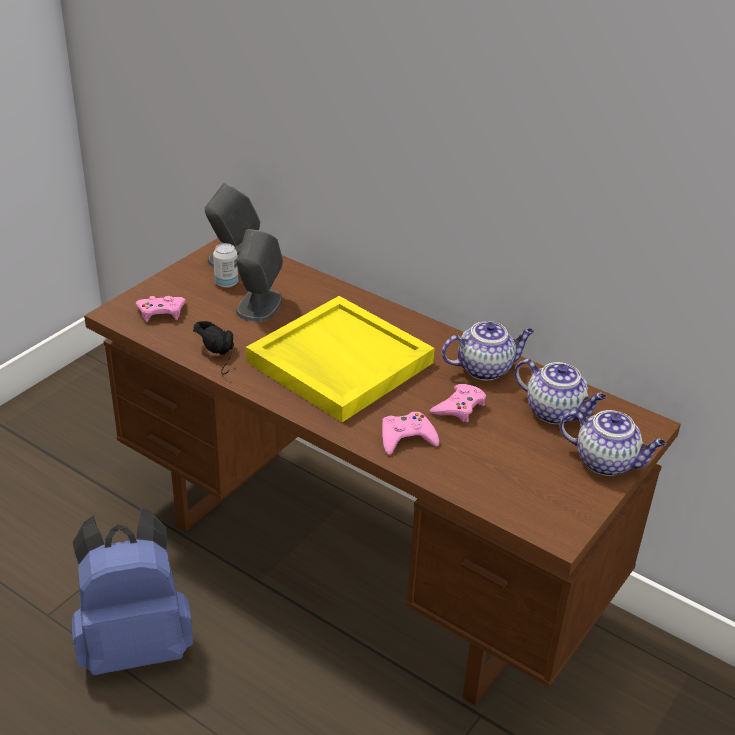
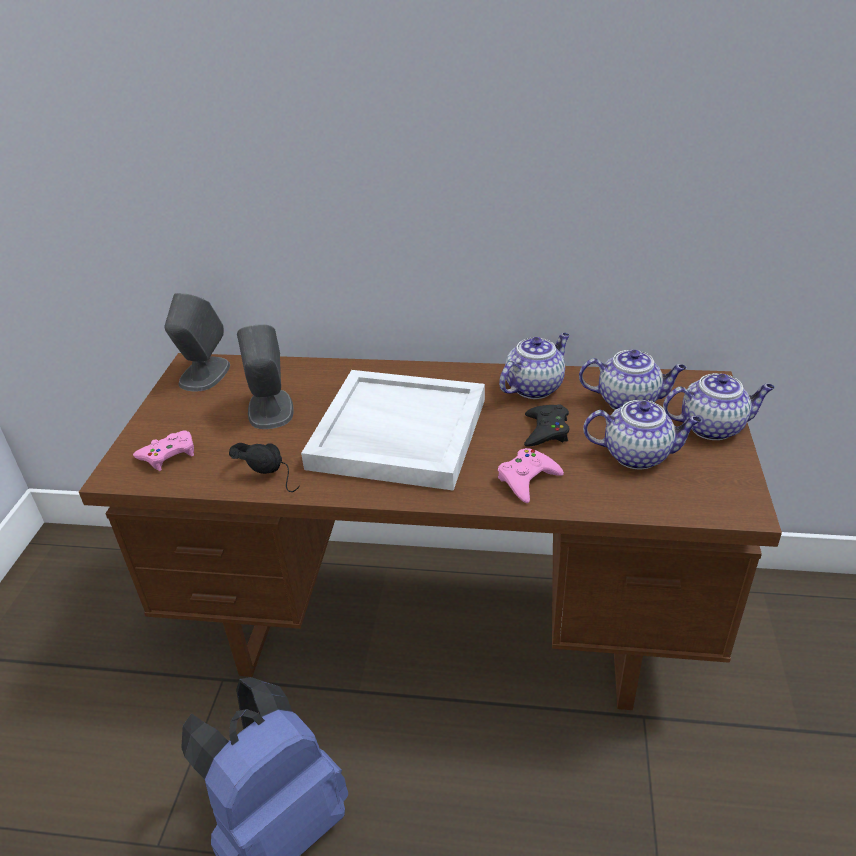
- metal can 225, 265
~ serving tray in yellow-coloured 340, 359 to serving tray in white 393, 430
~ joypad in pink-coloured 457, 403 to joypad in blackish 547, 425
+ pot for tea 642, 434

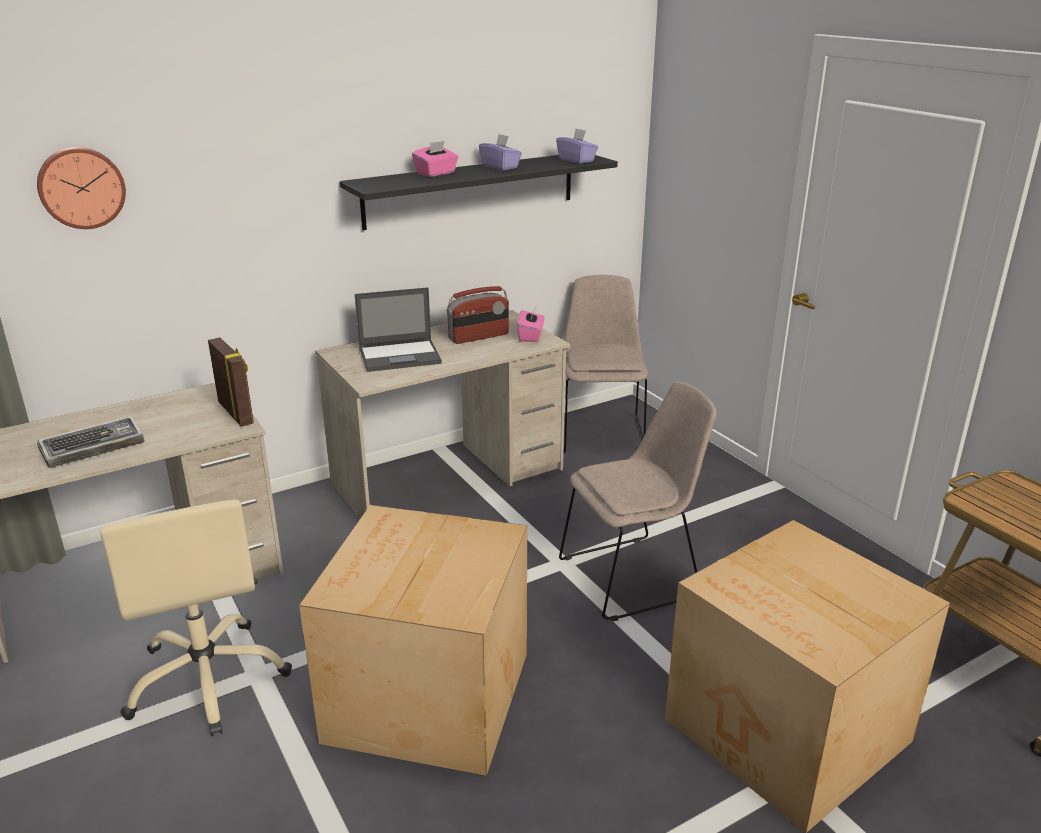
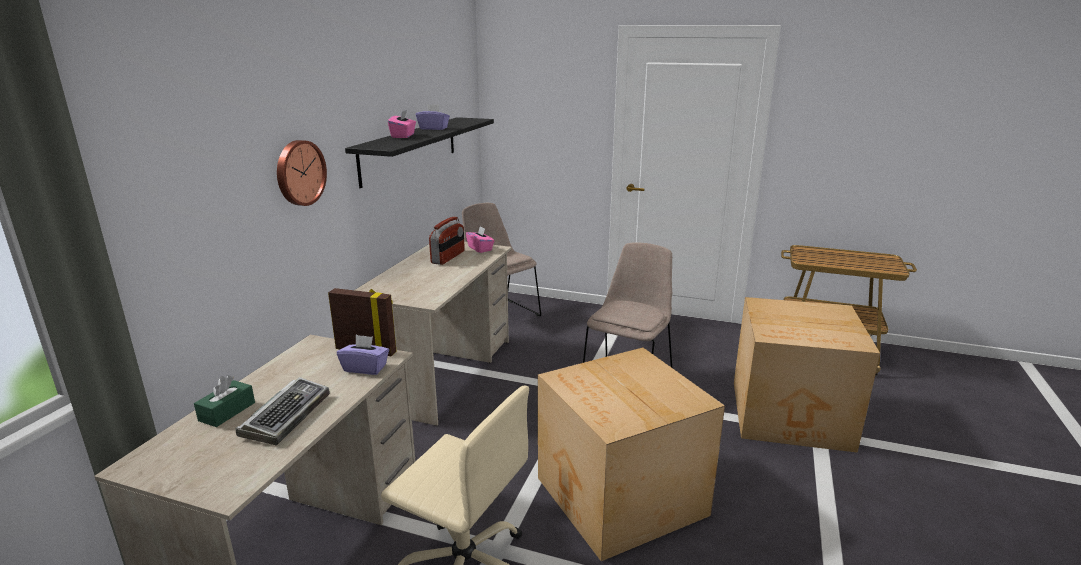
~ wall clock 81, 188 to 302, 173
- portable computer 398, 329
~ tissue box in purple 577, 146 to 363, 355
+ tissue box in green-coloured 224, 401

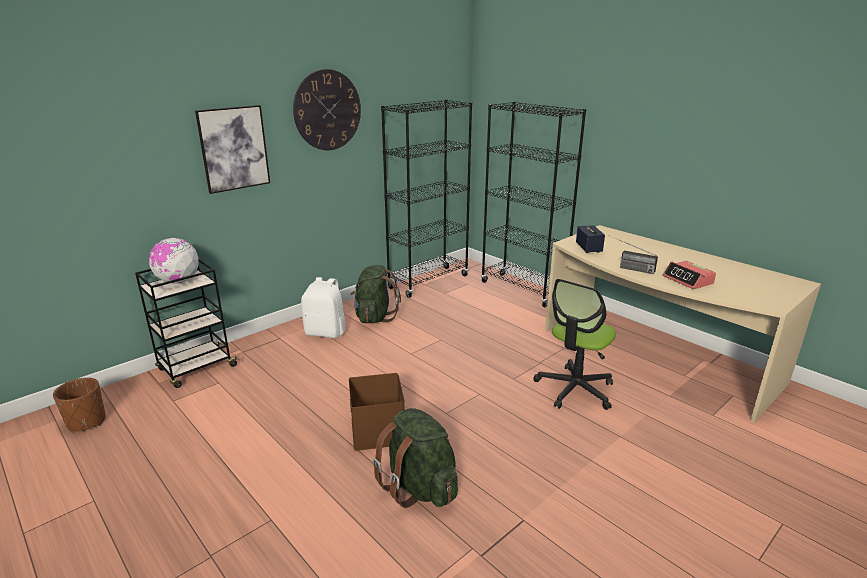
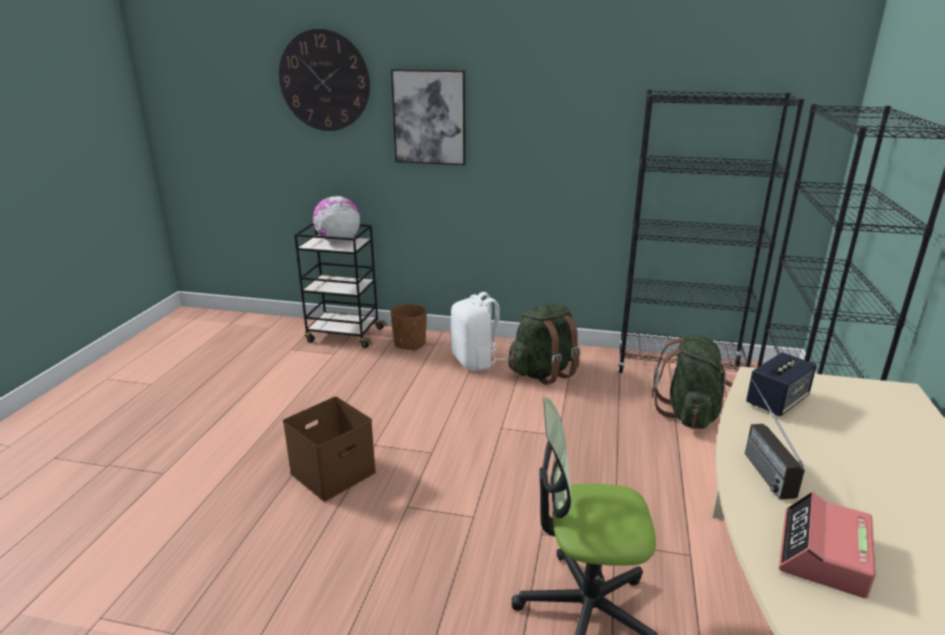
~ flower pot in brown-coloured 79, 405 to 408, 327
~ wall clock 327, 109 to 324, 80
~ knapsack in green-coloured 415, 458 to 692, 382

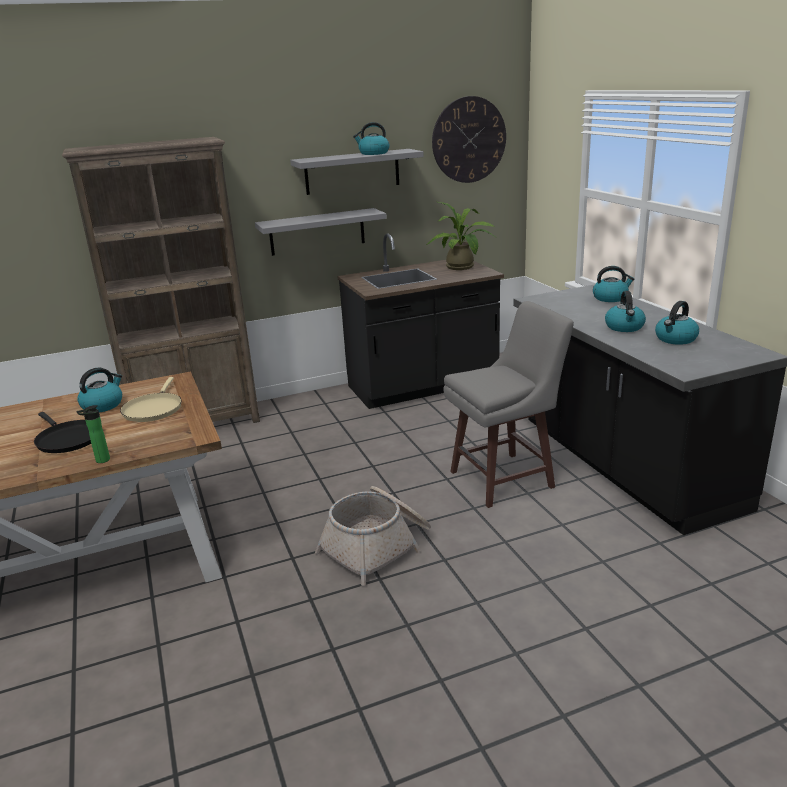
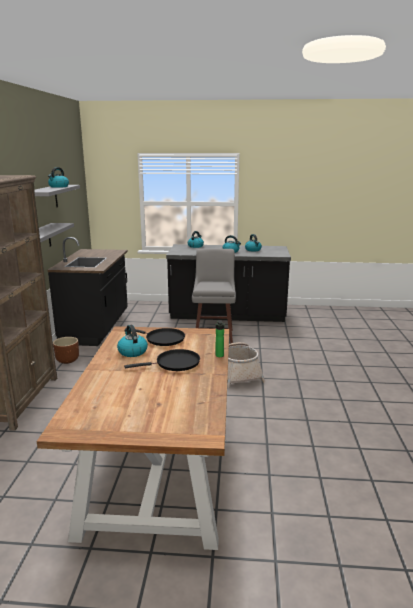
~ pan in sand-coloured 151, 399 to pan in blackish 155, 337
- houseplant 460, 236
- wall clock 469, 139
+ flower pot in brown-coloured 66, 350

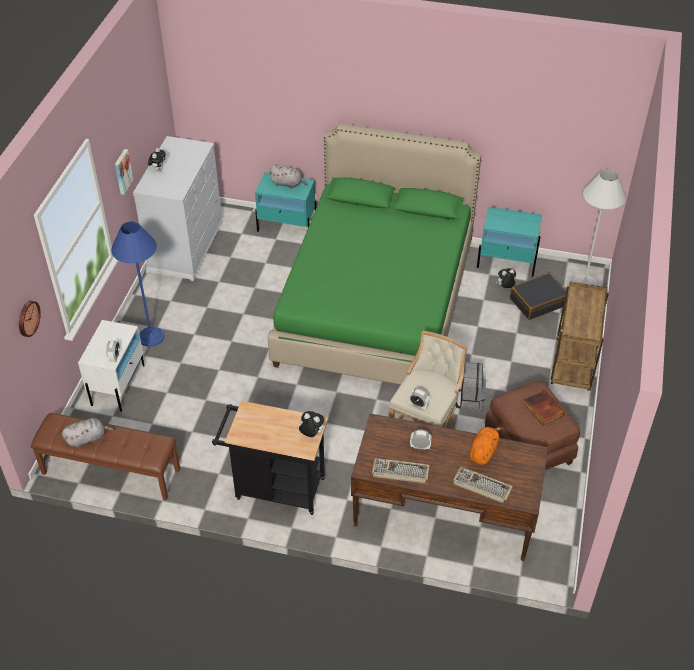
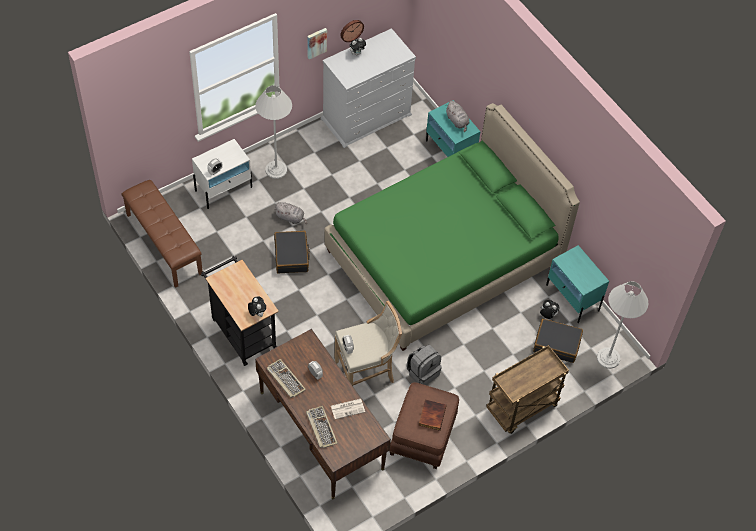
~ wall clock 30, 319 to 352, 31
~ plush toy in grey 88, 433 to 290, 213
~ floor lamp in blue-coloured 138, 284 to floor lamp in white 273, 132
~ plush toy in orange-coloured 485, 446 to printed paper 348, 409
+ suitcase in blackish 292, 252

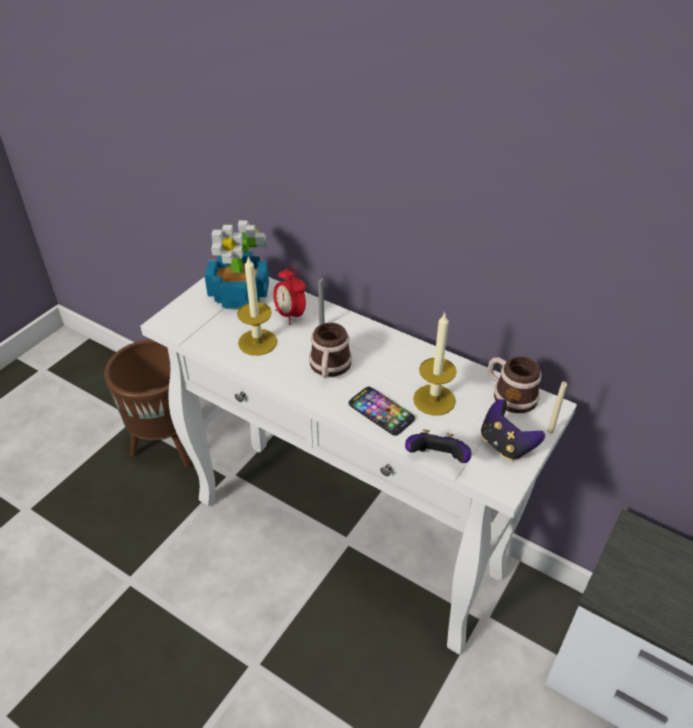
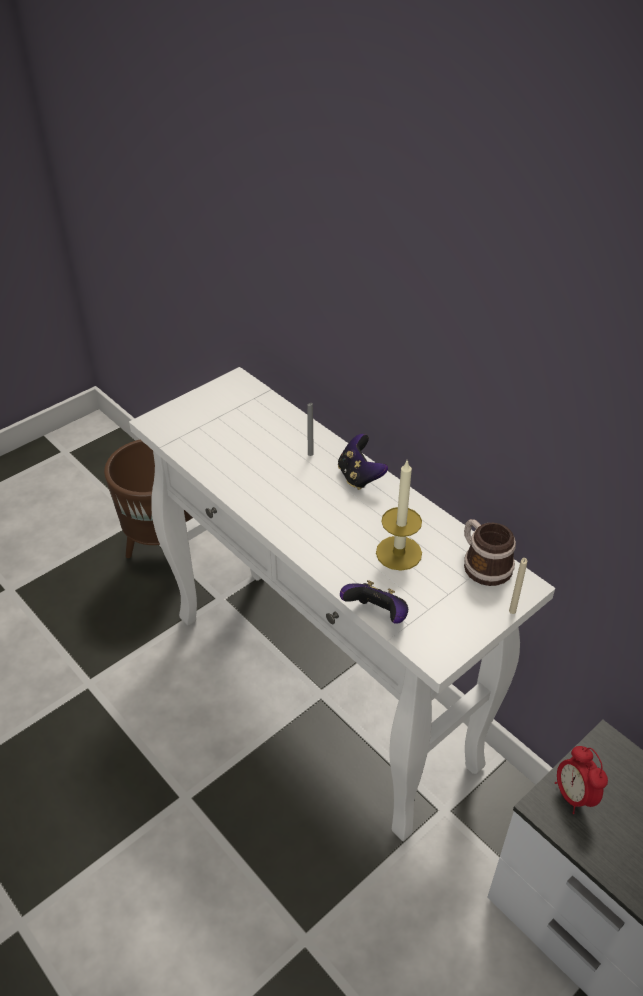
- houseplant 236, 264
- candle 257, 306
~ alarm clock 289, 295 to 581, 780
- coffee mug 330, 350
- handset 382, 411
~ joypad 513, 430 to 363, 462

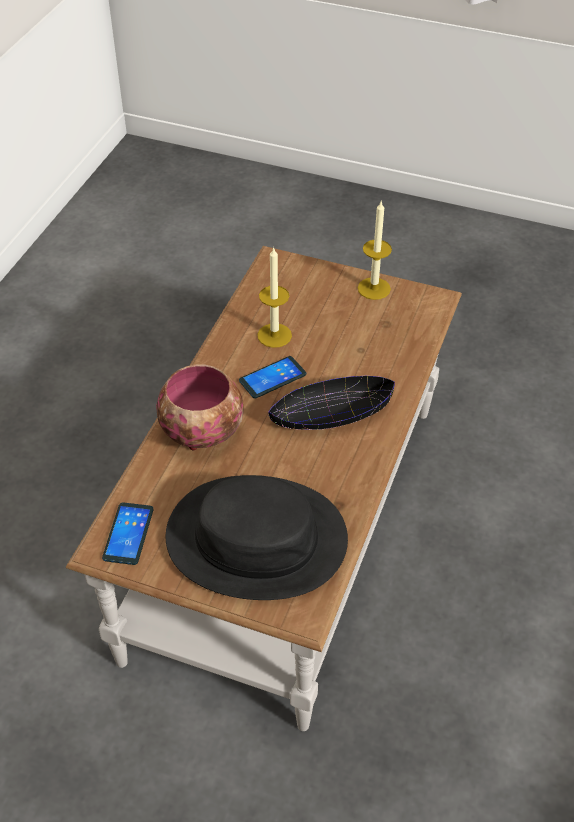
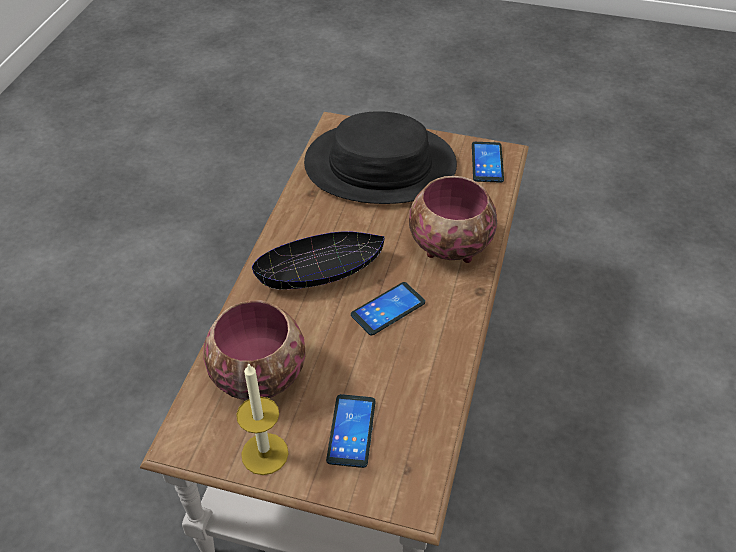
- candle 274, 297
+ deep dish 254, 350
+ handset 351, 431

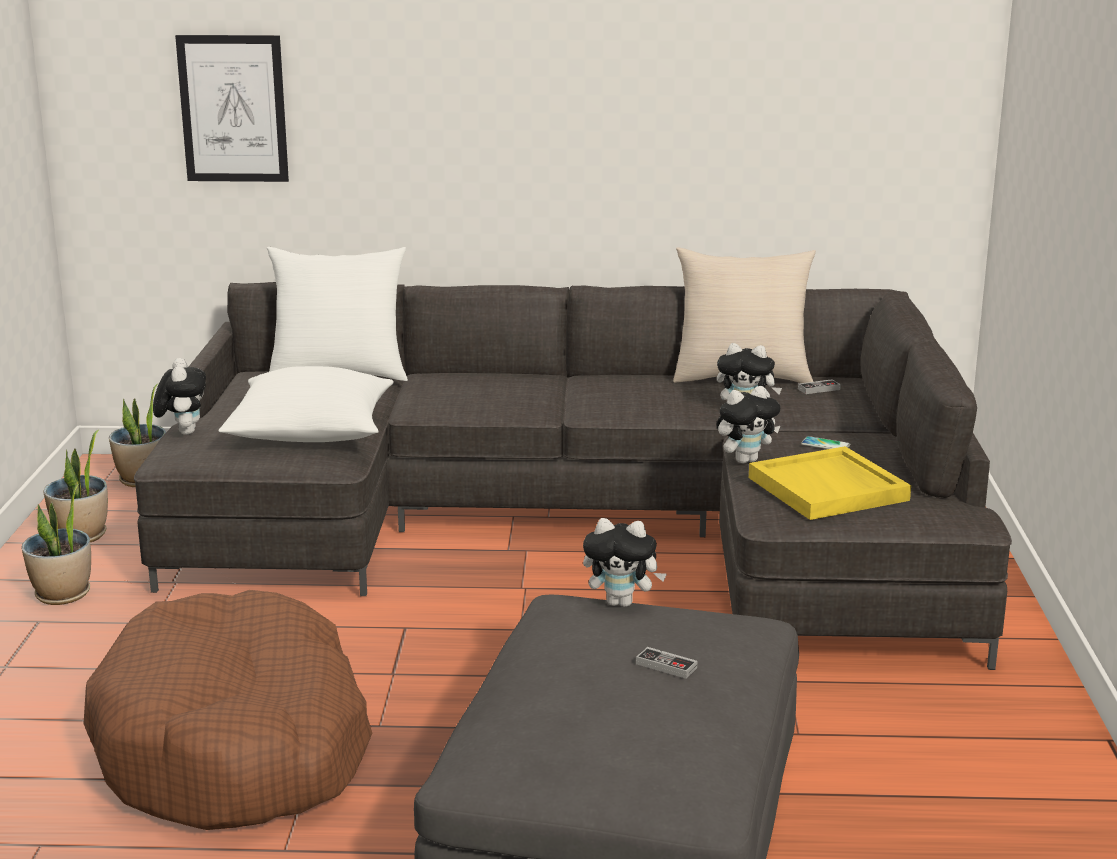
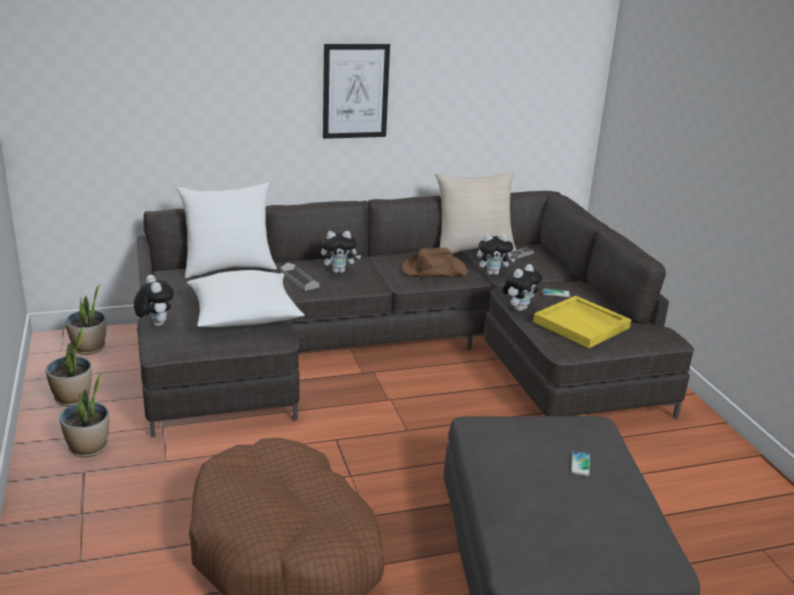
~ wall picture 232, 108 to 356, 91
~ plush toy 625, 562 to 341, 252
~ joypad 666, 663 to handset 580, 463
+ serving tray in grey 300, 277
+ hat in brown-coloured 435, 262

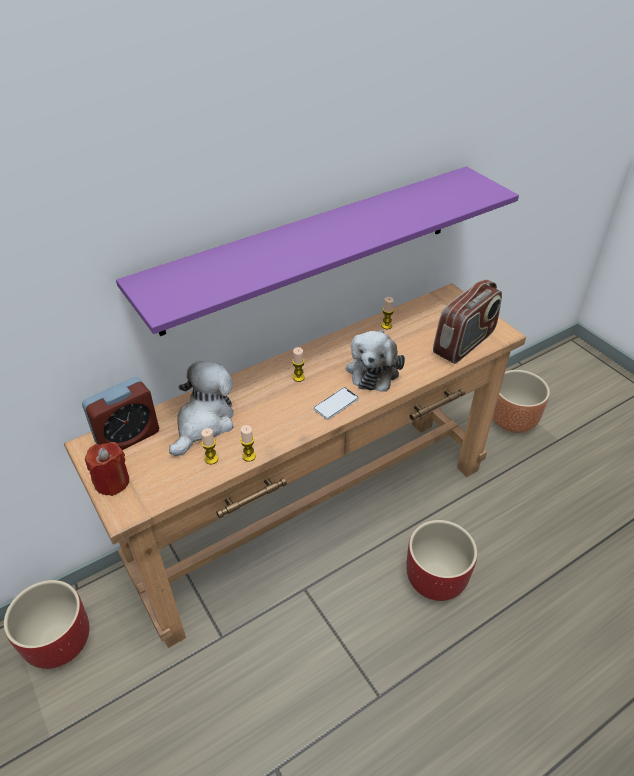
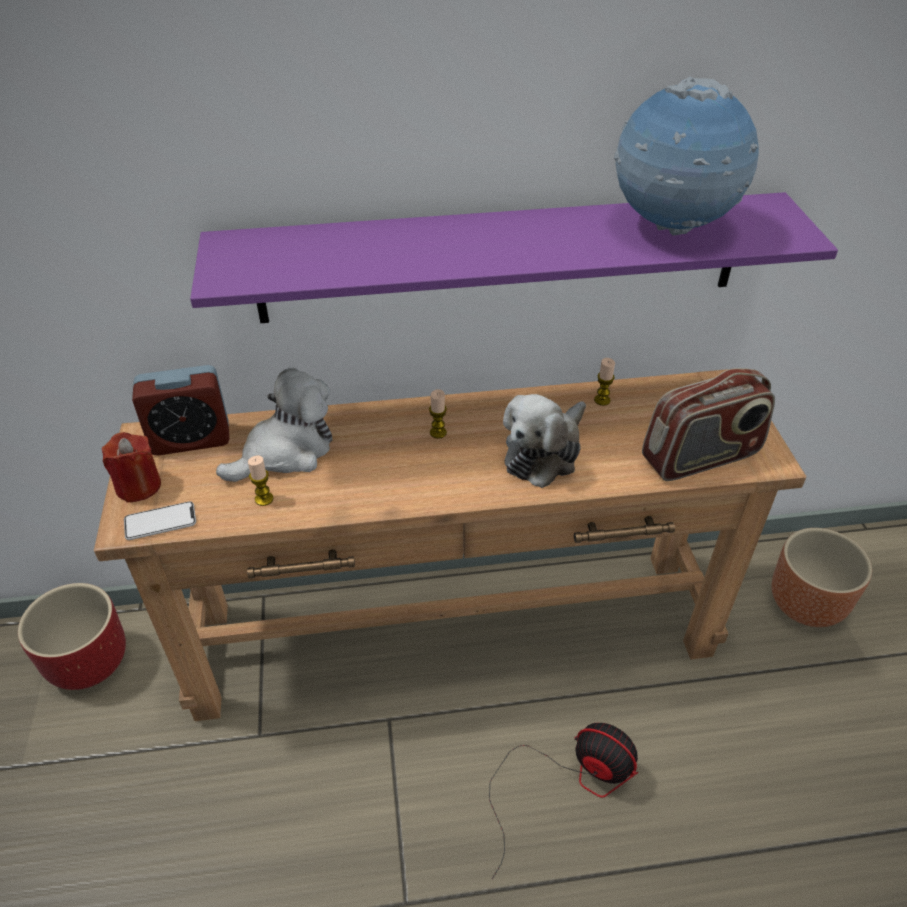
- candle 248, 443
~ handset 336, 403 to 160, 520
~ flower pot in red-coloured 441, 560 to cooling fan 563, 801
+ globe 686, 156

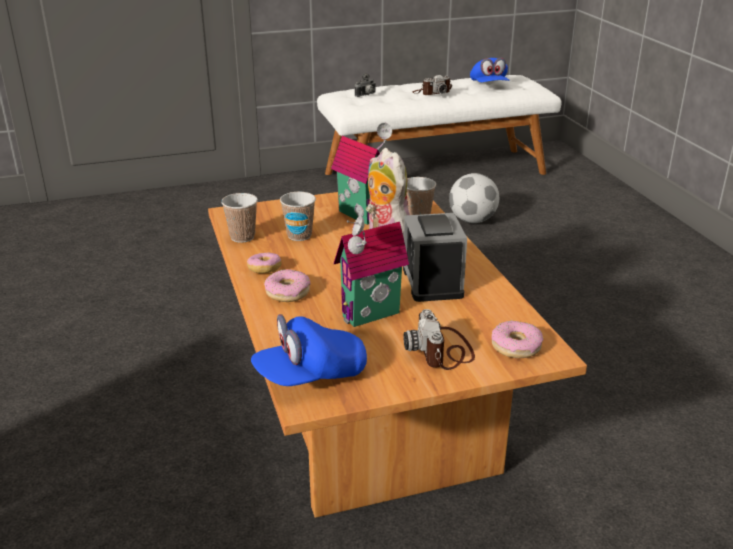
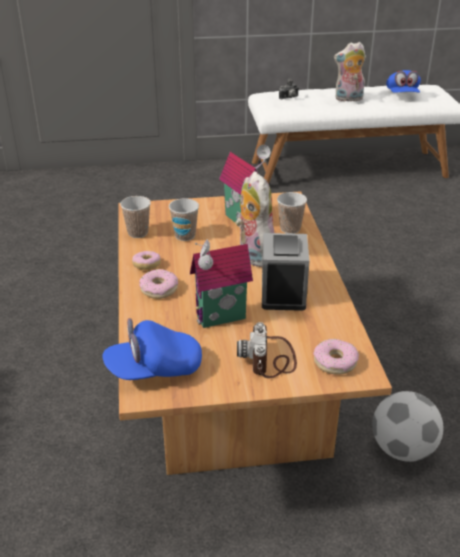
~ still camera 432, 85 to plush toy 350, 72
~ ball for football 474, 198 to 407, 426

